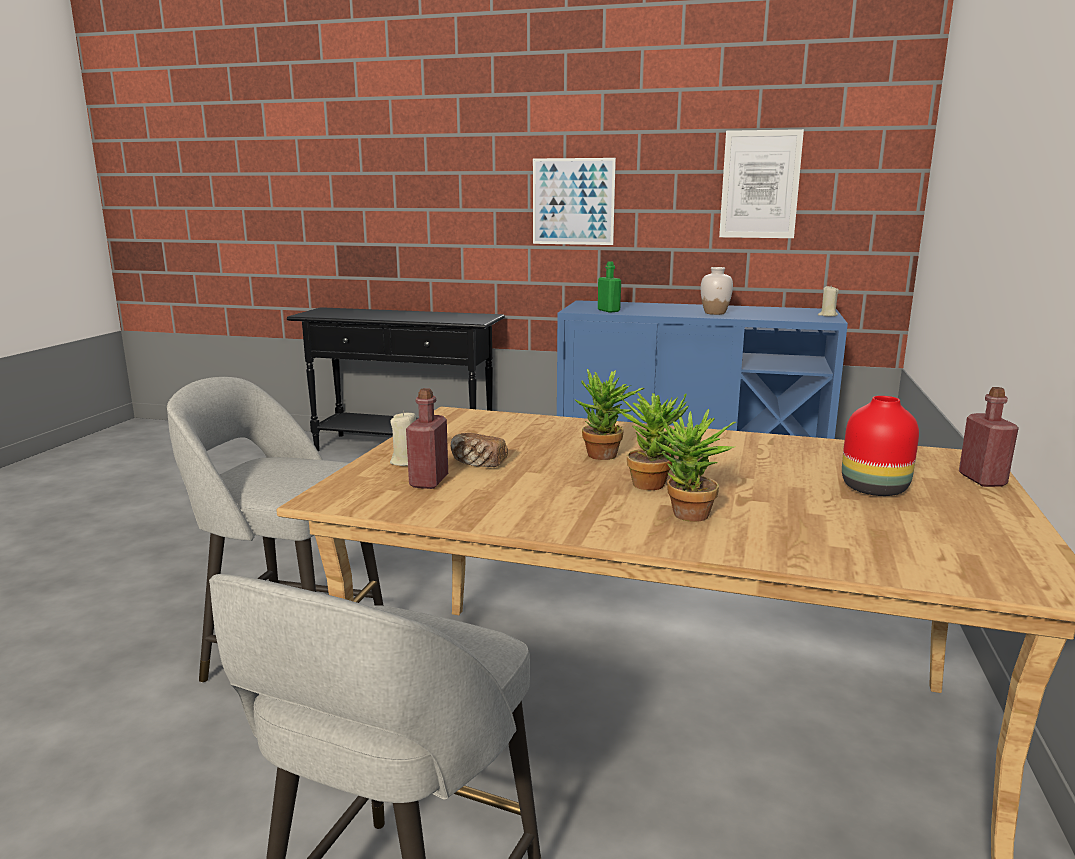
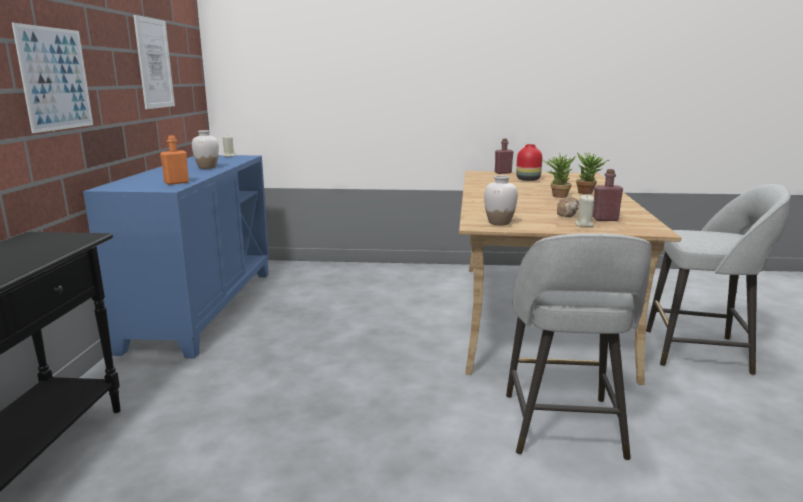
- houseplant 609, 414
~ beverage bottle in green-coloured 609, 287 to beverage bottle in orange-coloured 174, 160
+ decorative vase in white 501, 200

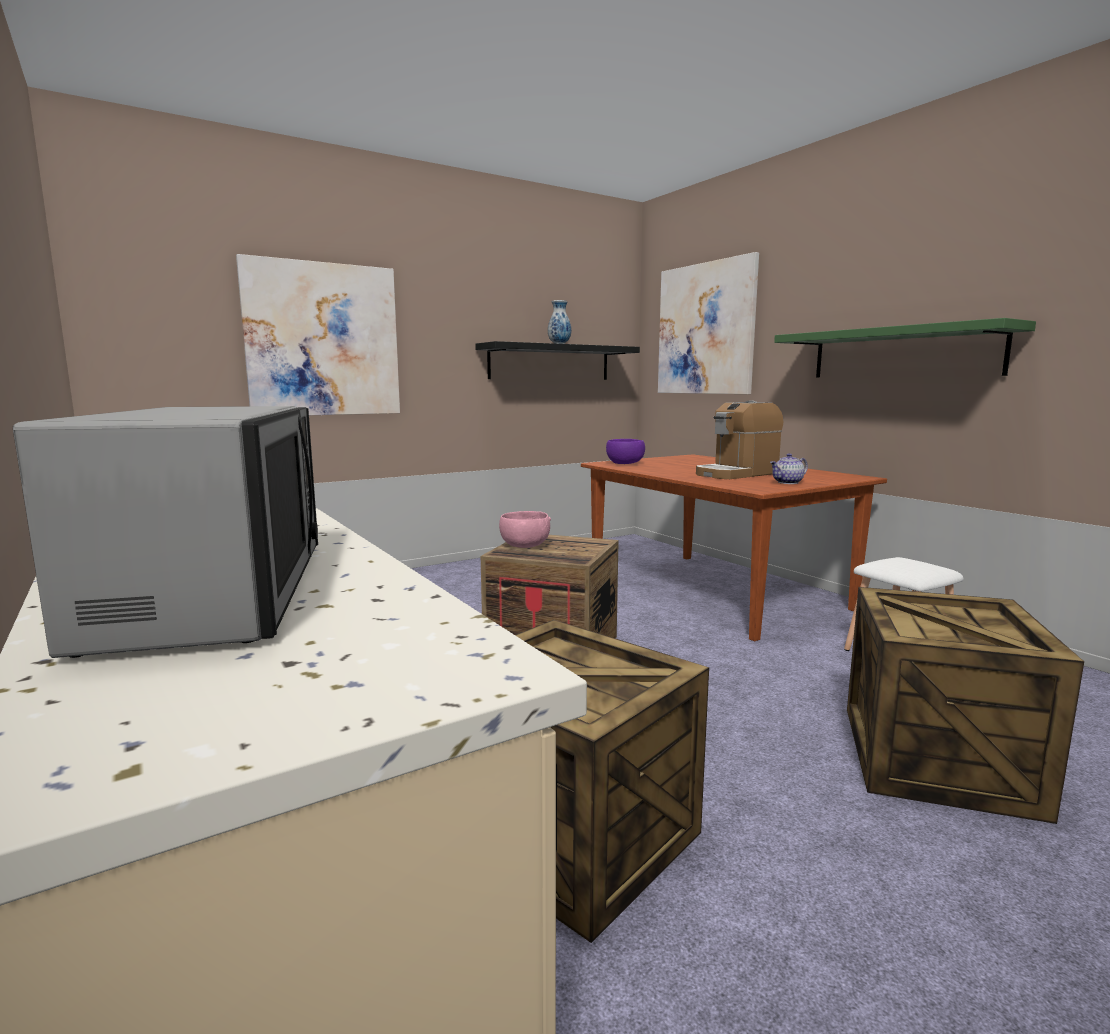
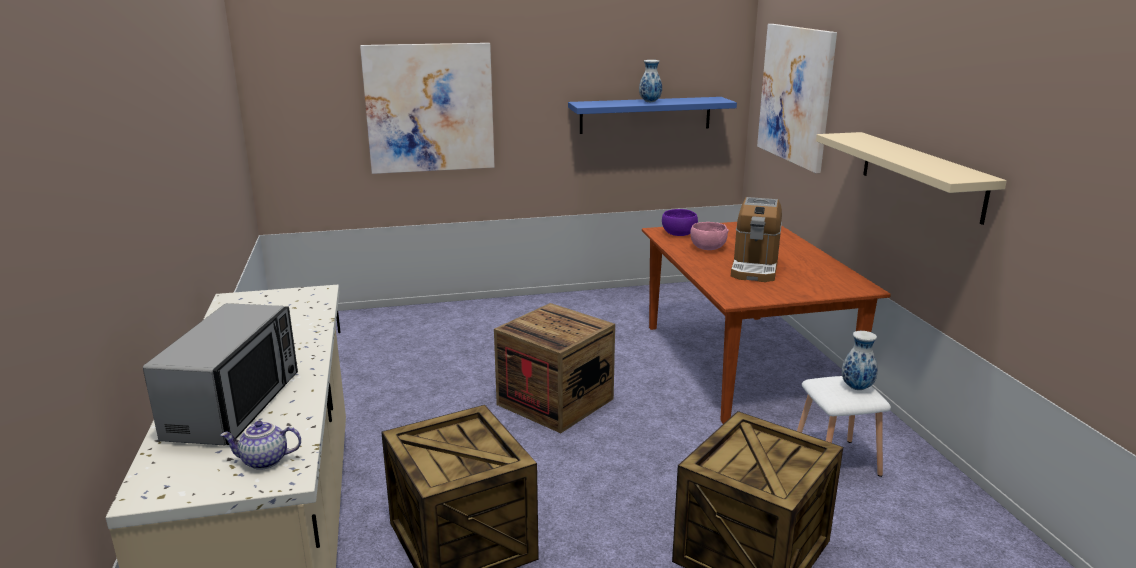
~ shelf in blackish 557, 360 to shelf in blue-coloured 652, 115
~ deep dish in pink-coloured 525, 529 to 709, 236
~ coffee brewer 739, 440 = 756, 239 60 degrees counterclockwise
~ pot for tea 789, 468 to 260, 445
~ shelf in green-coloured 905, 347 to shelf in sand-coloured 911, 178
+ decorative vase 860, 360

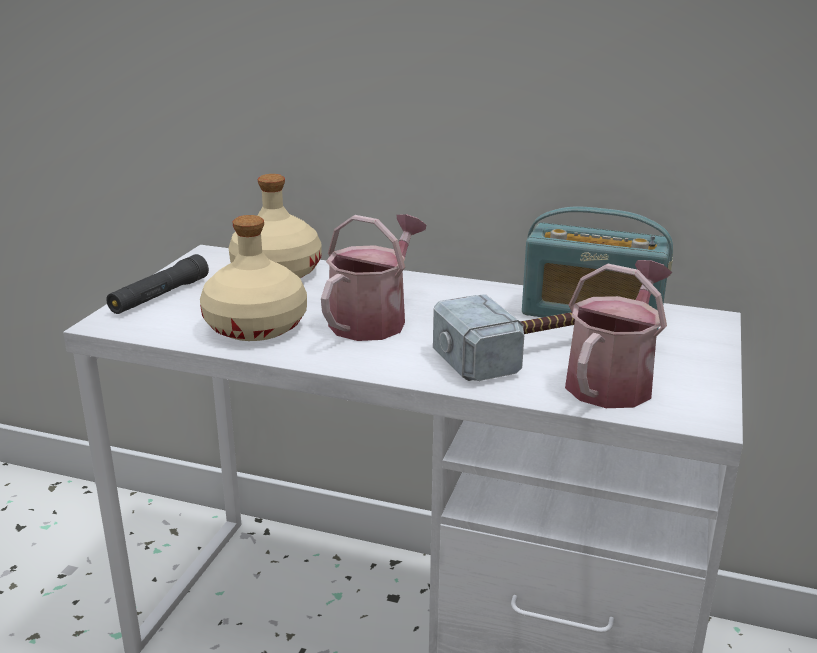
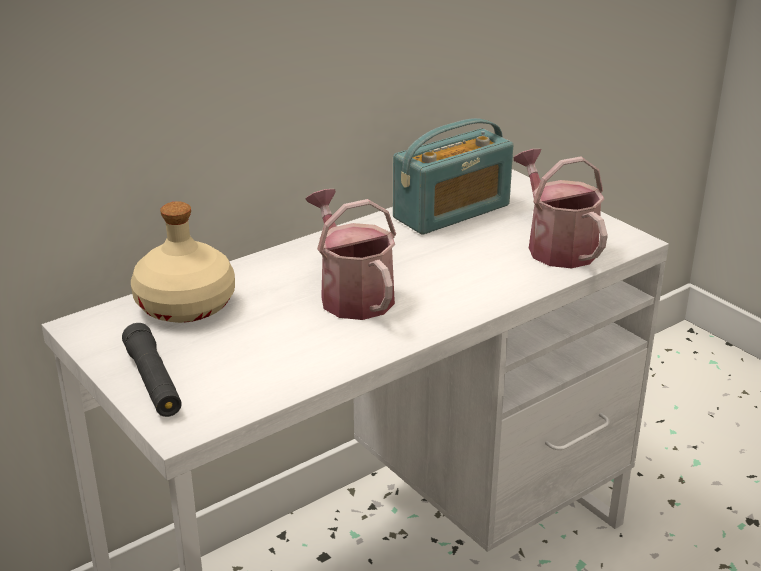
- beverage bottle in sand-coloured 253, 278
- hammer 504, 337

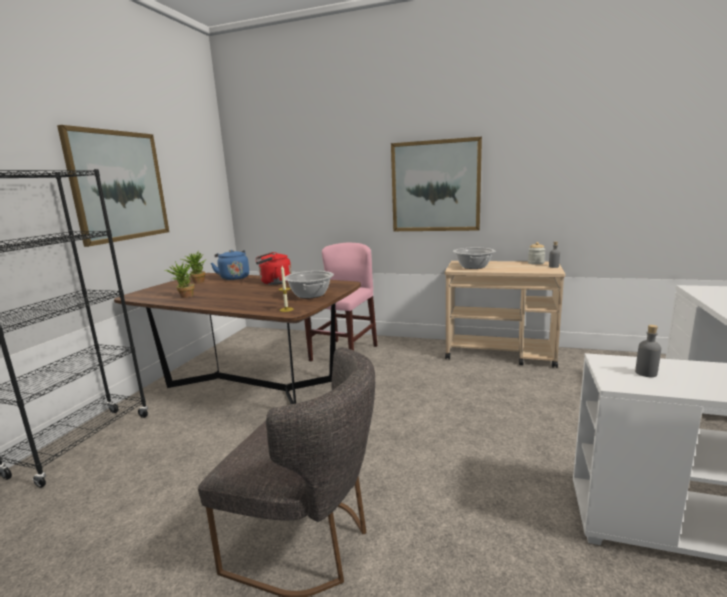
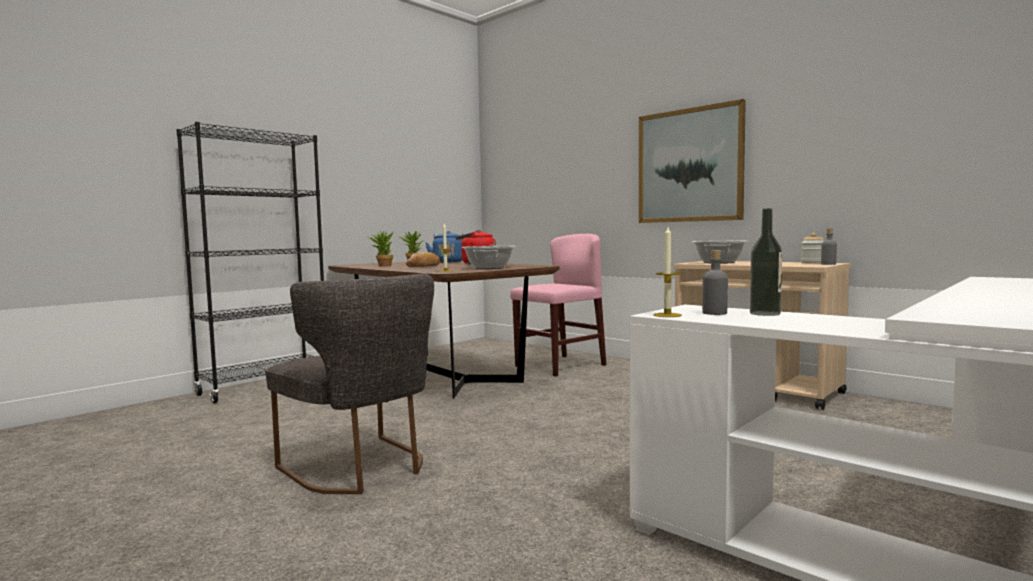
- wall picture 113, 186
+ baked bread 423, 259
+ candle 668, 272
+ beverage bottle 766, 262

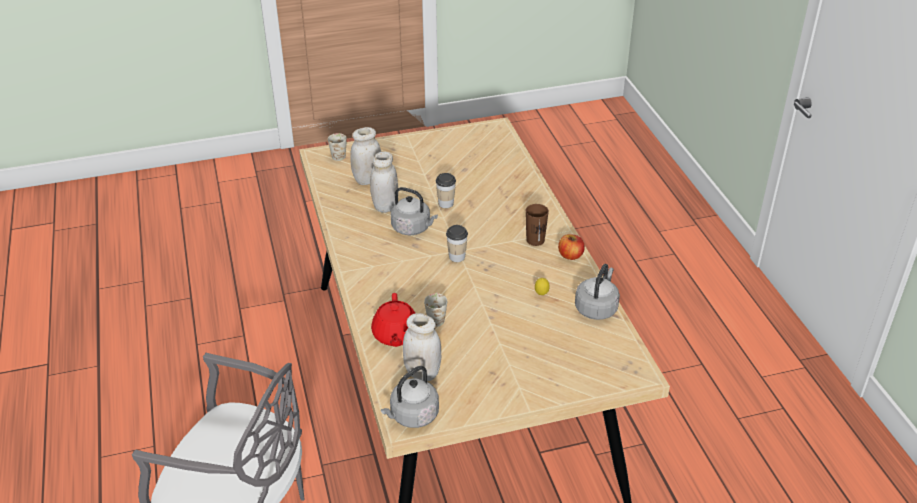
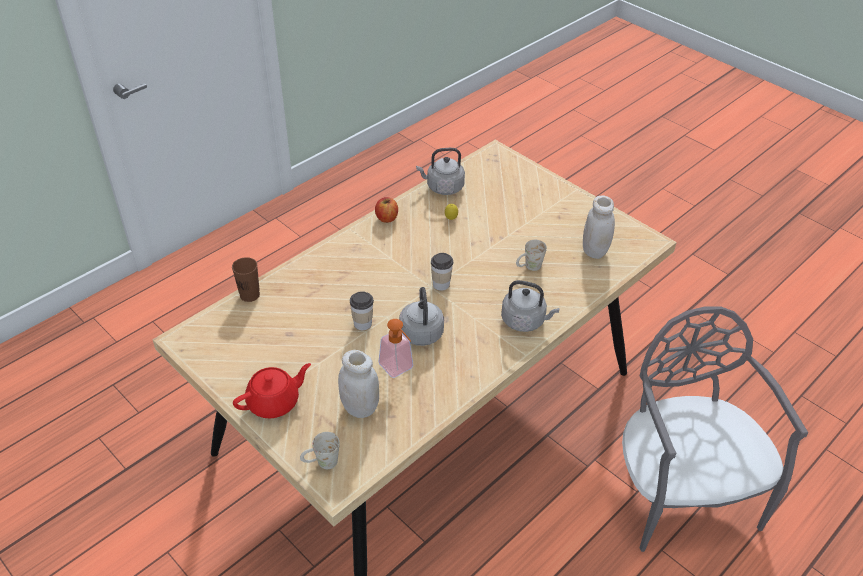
~ preserve jar in white 384, 182 to liquid soap bottle 395, 348
~ pot for tea in red-coloured 393, 320 to 272, 390
~ water kettle in grey 410, 397 to 530, 306
~ drinking cup in brown-coloured 537, 225 to 246, 279

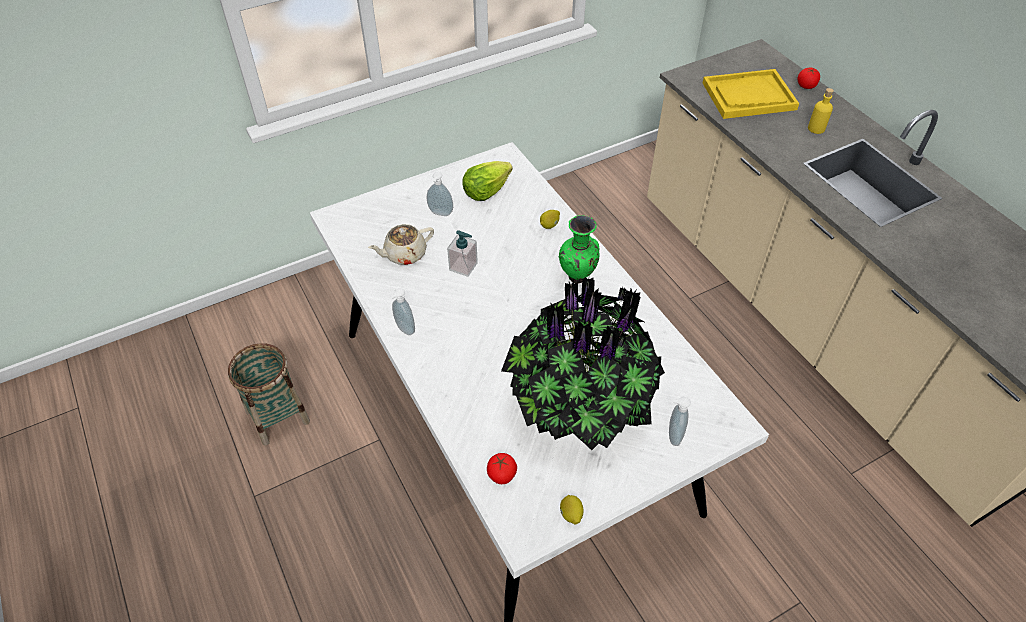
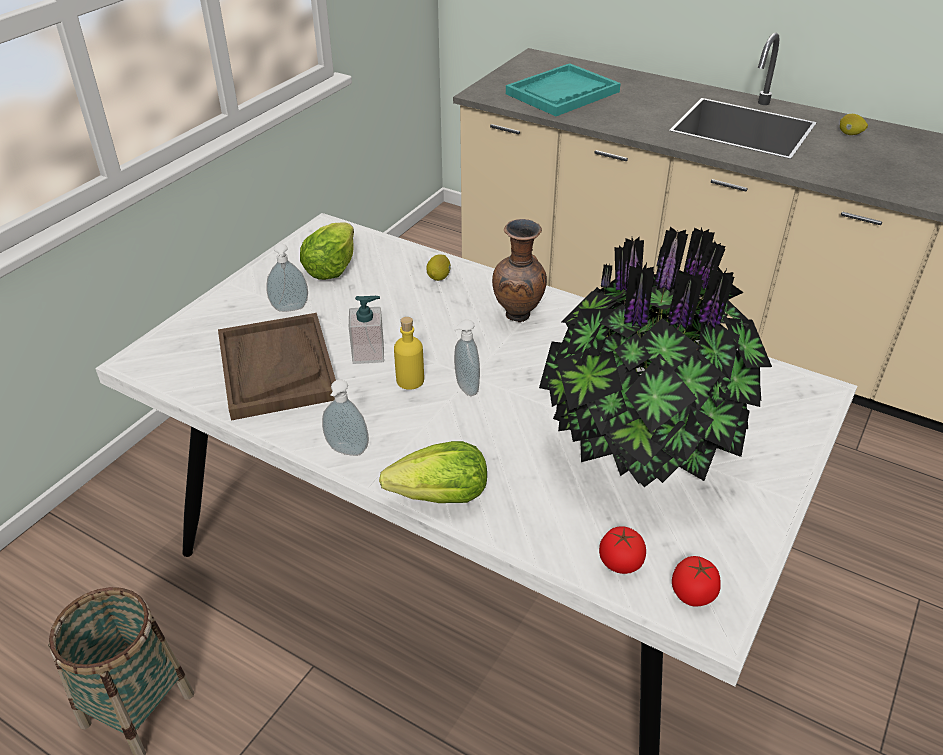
~ pot for tea in sand-coloured 401, 244 to serving tray in brown-coloured 277, 366
~ decorative vase in green-coloured 579, 249 to decorative vase in brown-coloured 519, 271
~ citrus fruit 571, 510 to 854, 124
~ liquid soap bottle 680, 421 to 466, 357
~ serving tray in yellow-coloured 751, 94 to serving tray in turquoise 563, 89
~ fresh tomato 809, 78 to 696, 581
~ beverage bottle in yellow-coloured 821, 111 to 409, 353
+ lettuce 433, 472

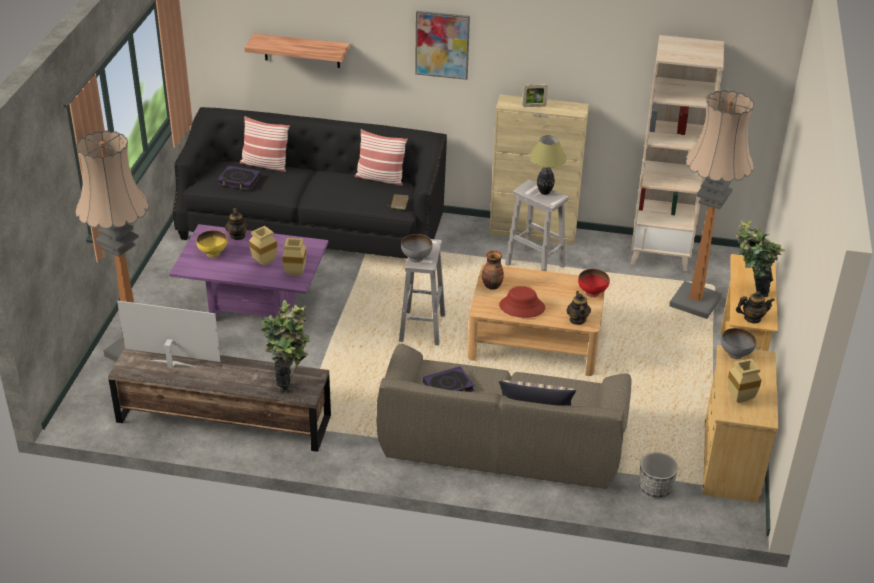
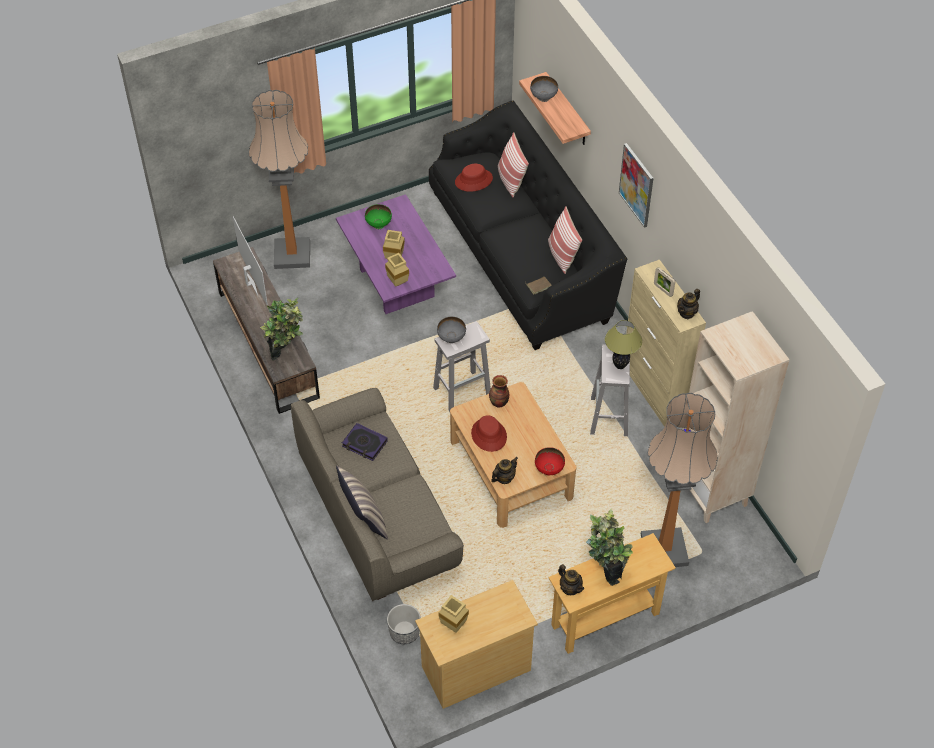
~ deep dish in yellow-coloured 212, 244 to deep dish in green-coloured 378, 216
~ bound book 239, 178 to hat in red-coloured 474, 178
~ pot for tea 236, 224 to 688, 304
~ deep dish in grey 738, 343 to 544, 89

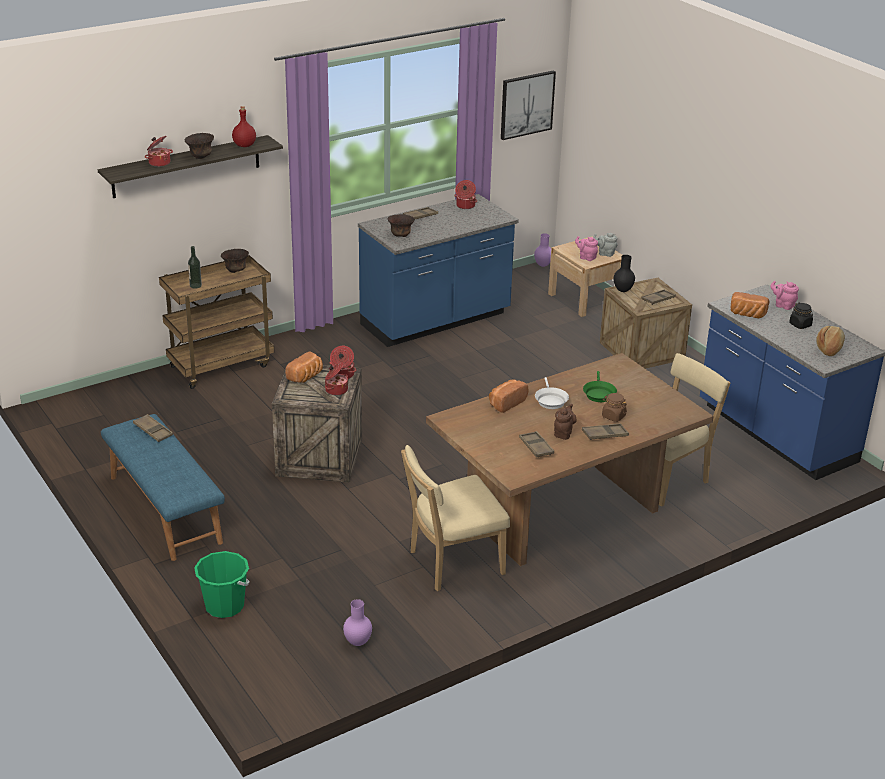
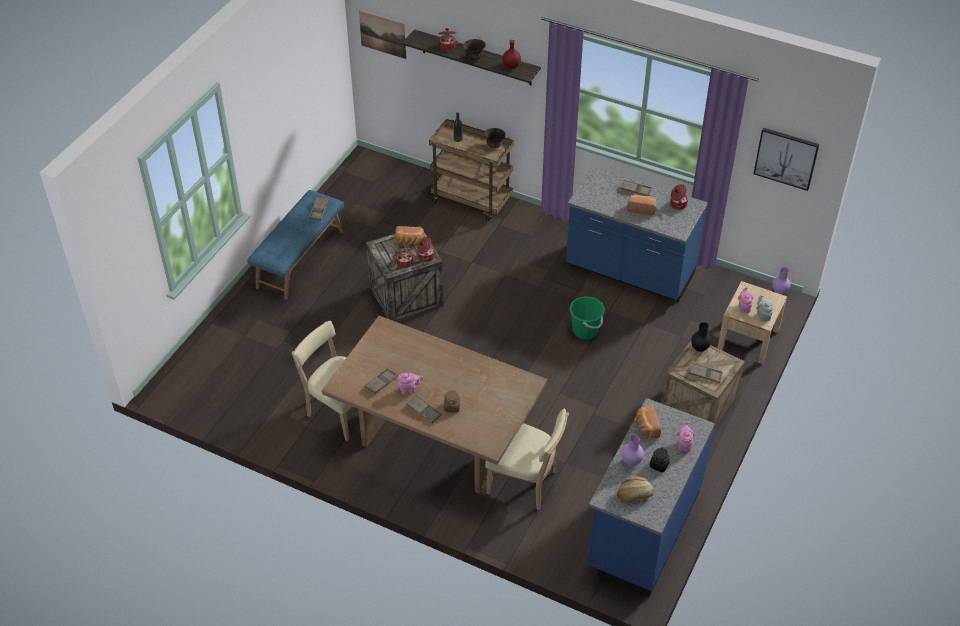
~ bucket in green-coloured 222, 584 to 587, 318
~ decorative vase in purple 357, 622 to 633, 450
- deep dish in brown-coloured 401, 225
~ baked bread 508, 396 to 641, 204
- pan in white 552, 393
~ pot for tea in brown-coloured 565, 422 to pot for tea in pink-coloured 410, 384
- pan in green-coloured 600, 386
+ wall picture 383, 34

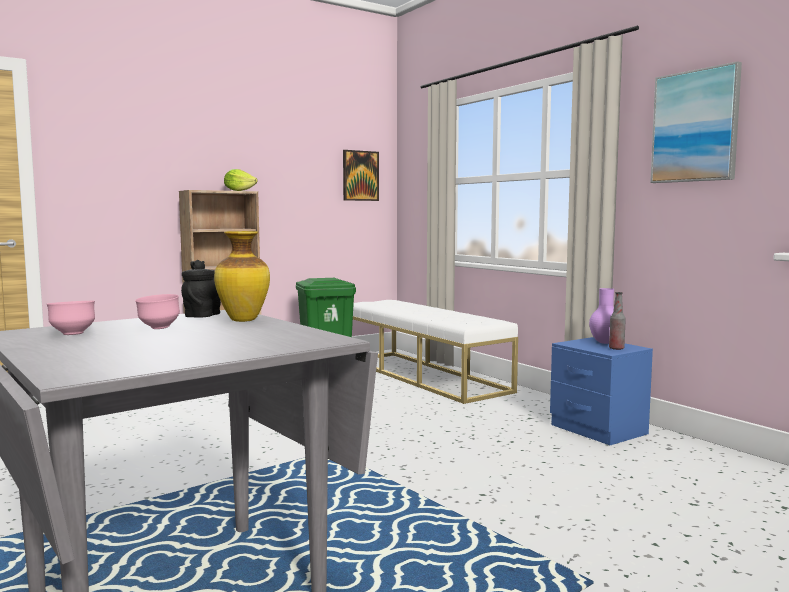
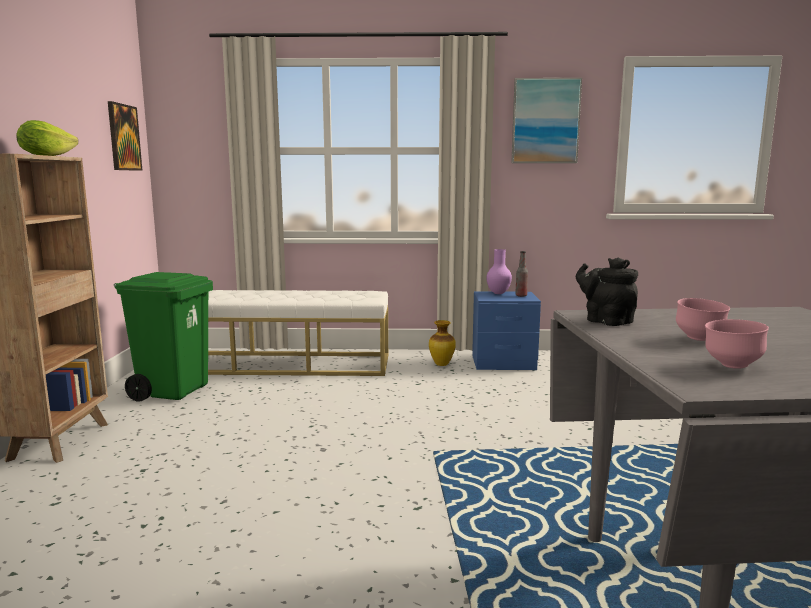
~ decorative vase 242, 276 to 442, 343

